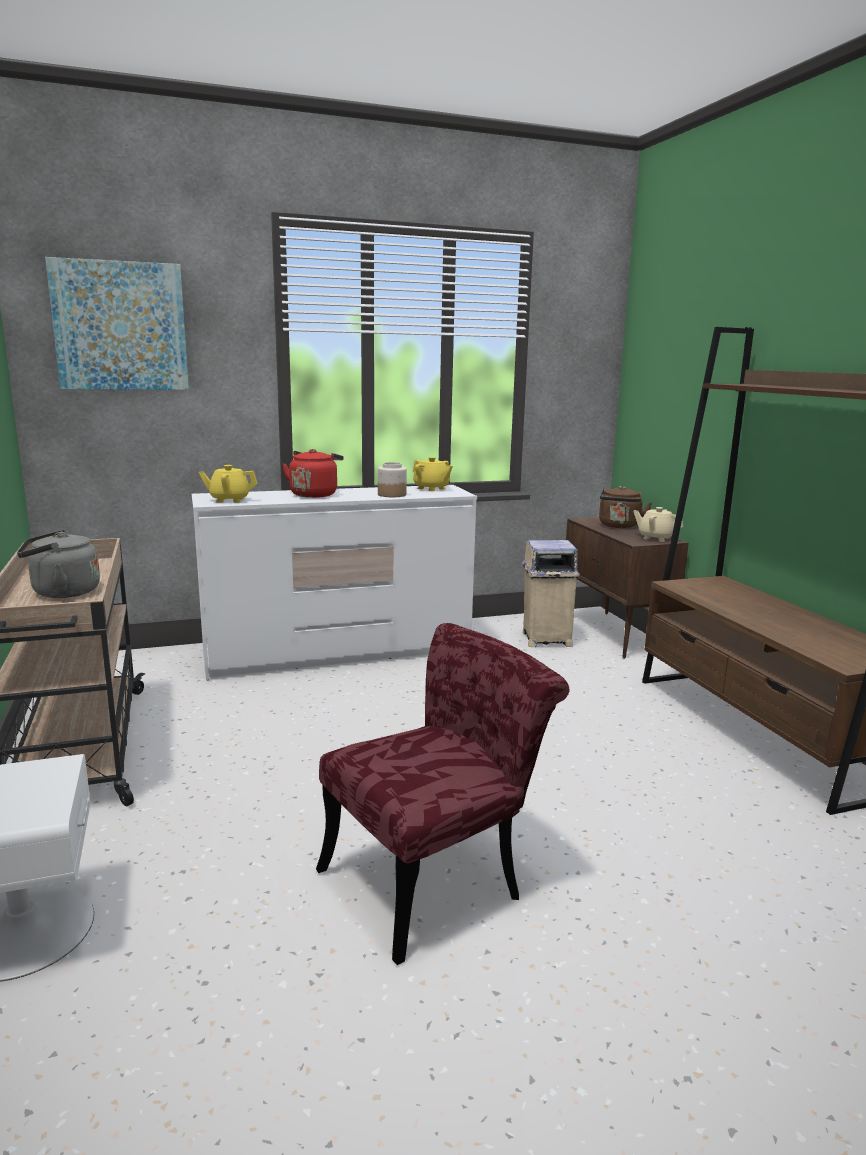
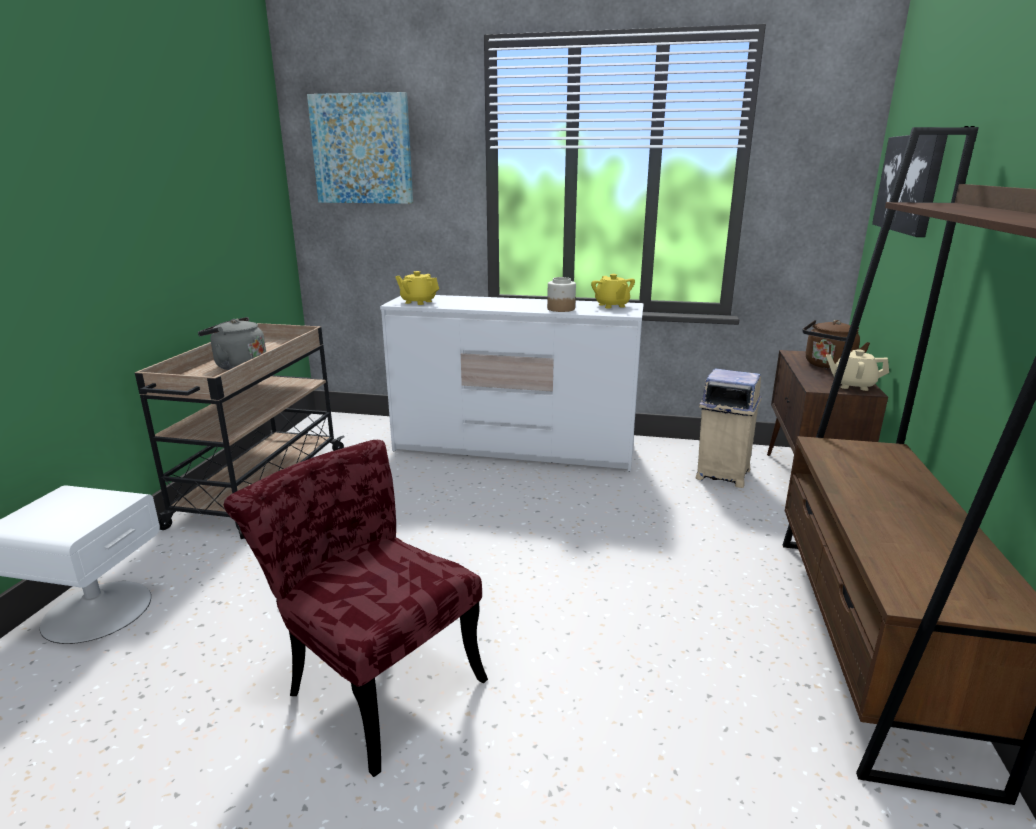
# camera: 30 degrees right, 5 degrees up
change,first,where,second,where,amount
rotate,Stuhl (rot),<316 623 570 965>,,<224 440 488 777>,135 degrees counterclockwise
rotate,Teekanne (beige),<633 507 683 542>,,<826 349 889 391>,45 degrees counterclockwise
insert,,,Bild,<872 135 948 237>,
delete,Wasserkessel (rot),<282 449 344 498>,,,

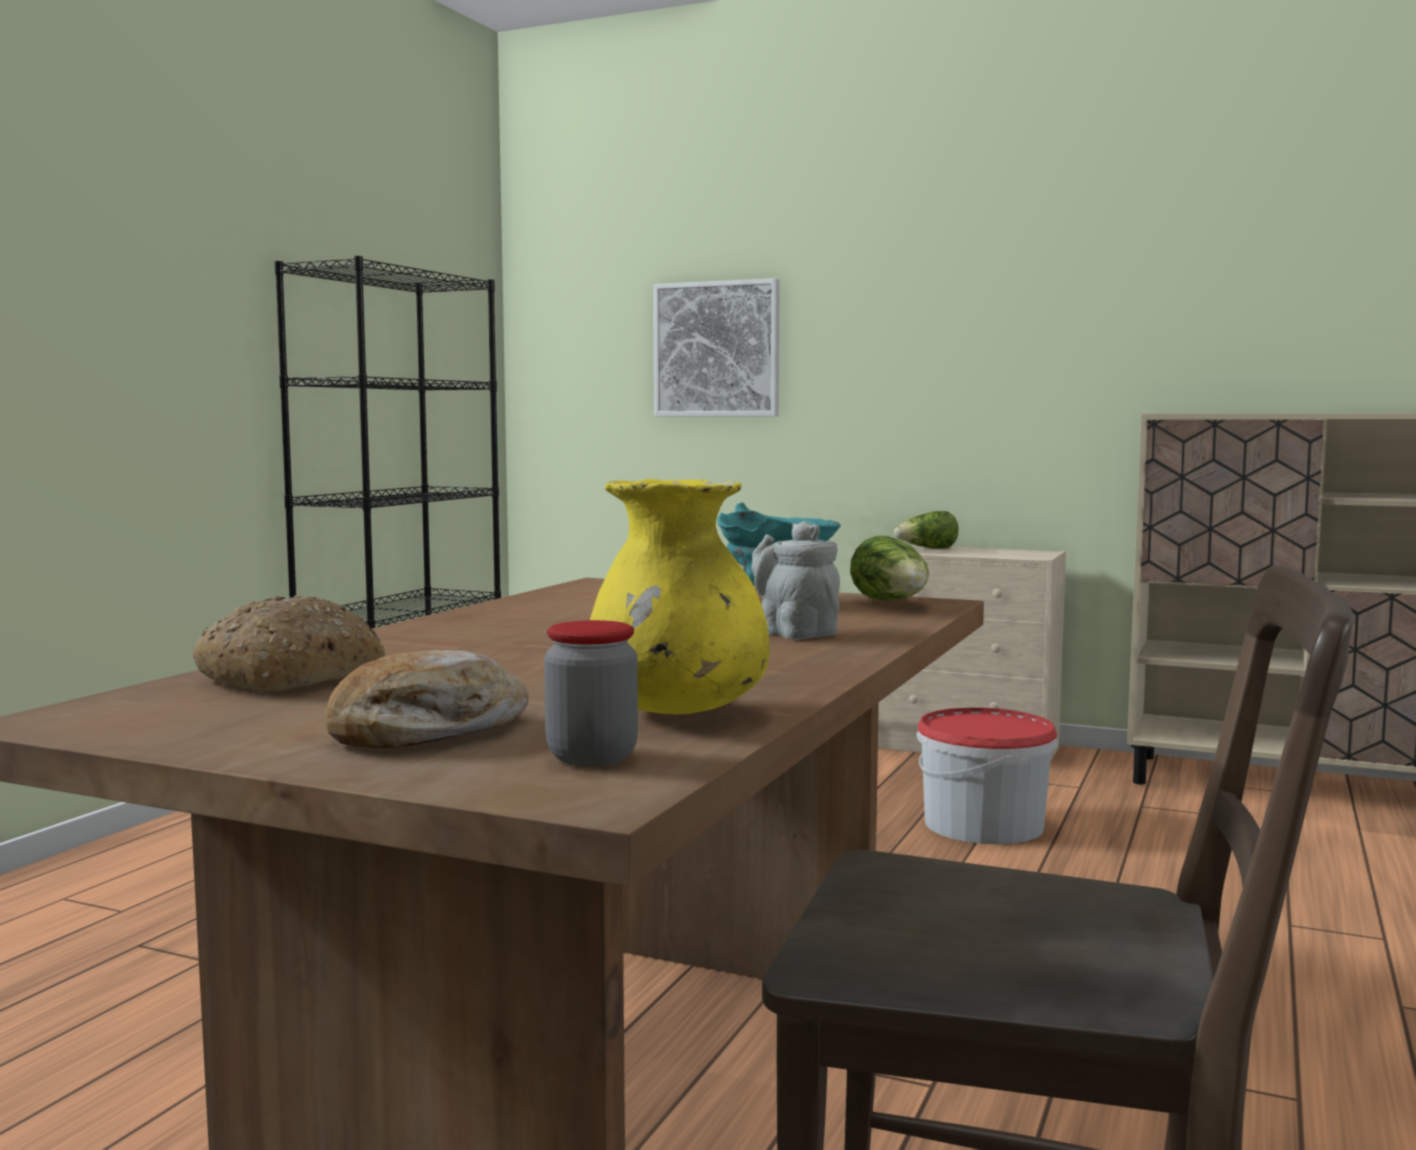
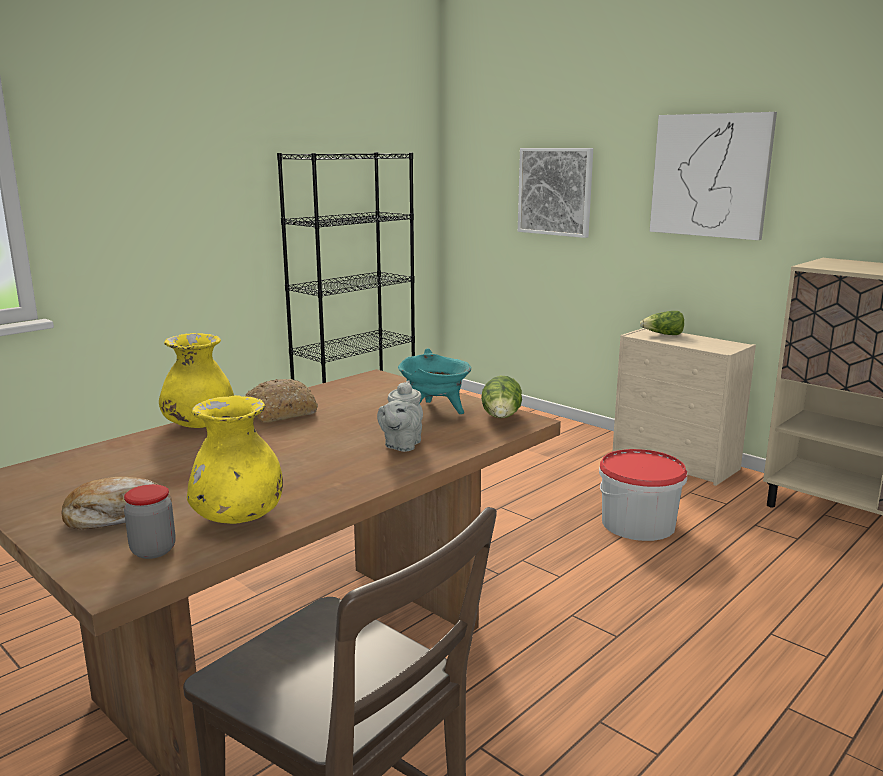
# camera: 20 degrees right, 10 degrees up
change,first,where,second,where,amount
insert,,,Vase (gelb),<159 333 234 428>,
move,Brot,<193 595 385 692>,,<245 379 318 423>,
rotate,Teekanne (grau),<751 521 840 639>,,<377 380 423 452>,150 degrees counterclockwise
insert,,,Bild,<650 112 777 240>,

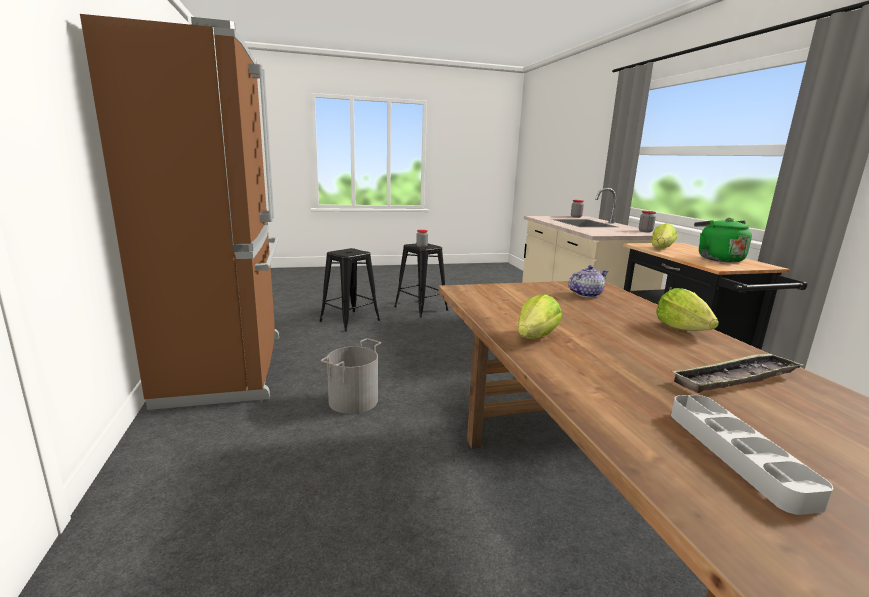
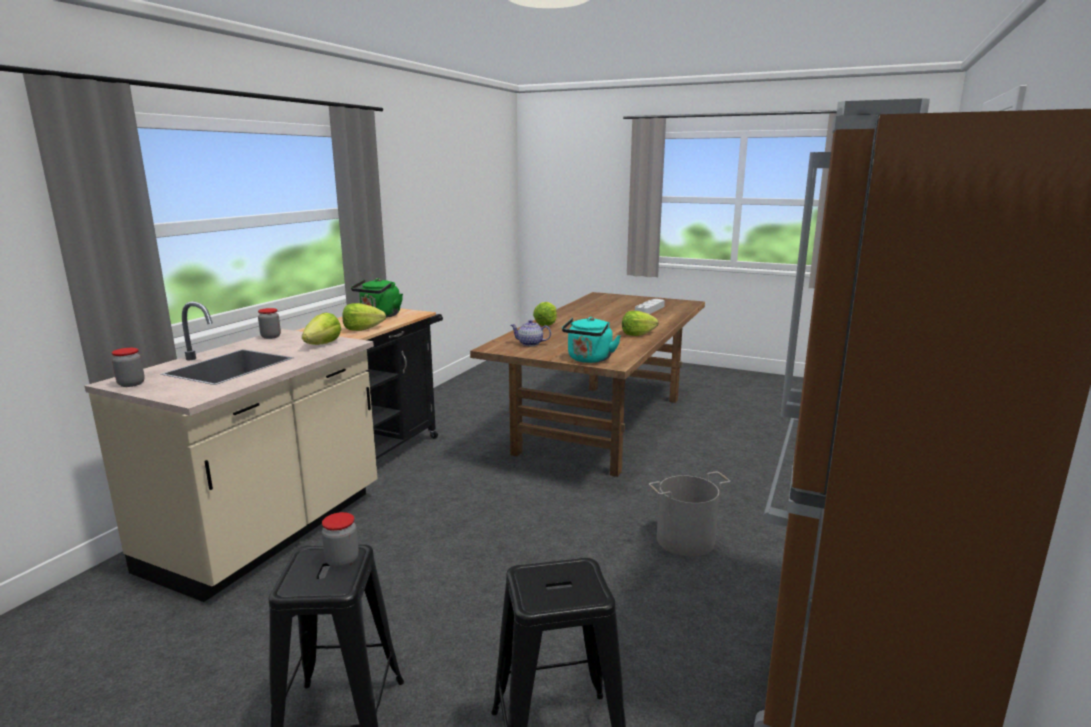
# camera: 140 degrees left, 0 degrees up
change,first,where,second,where,amount
insert,,,Salatkopf,<302 313 341 345>,
insert,,,Wasserkessel (türkis),<562 317 621 363>,
delete,Tablett,<671 353 804 393>,,,

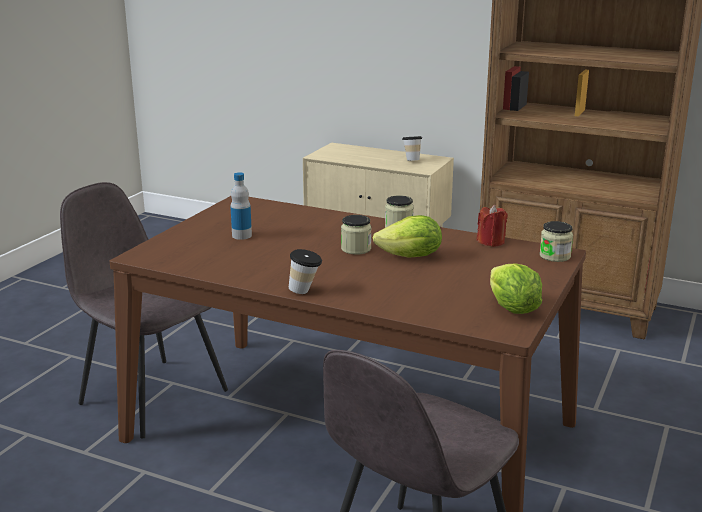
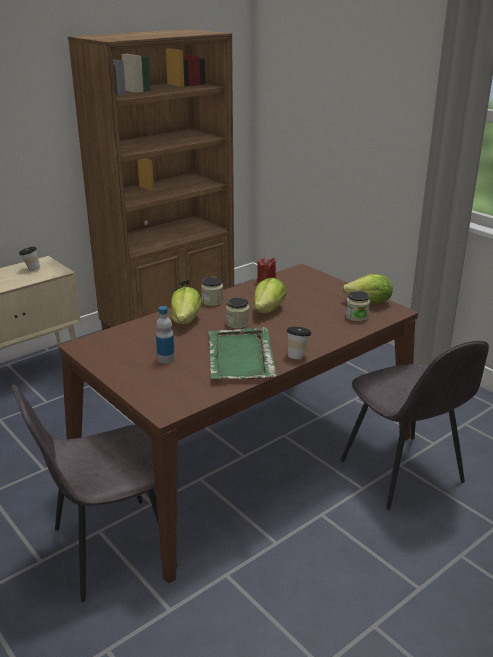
# camera: 65 degrees left, 5 degrees up
change,first,where,second,where,amount
insert,,,Salatkopf,<170 287 202 324>,
insert,,,Tablett (grün),<208 327 277 379>,
move,Vorratsglas,<540 221 573 262>,,<346 291 370 322>,

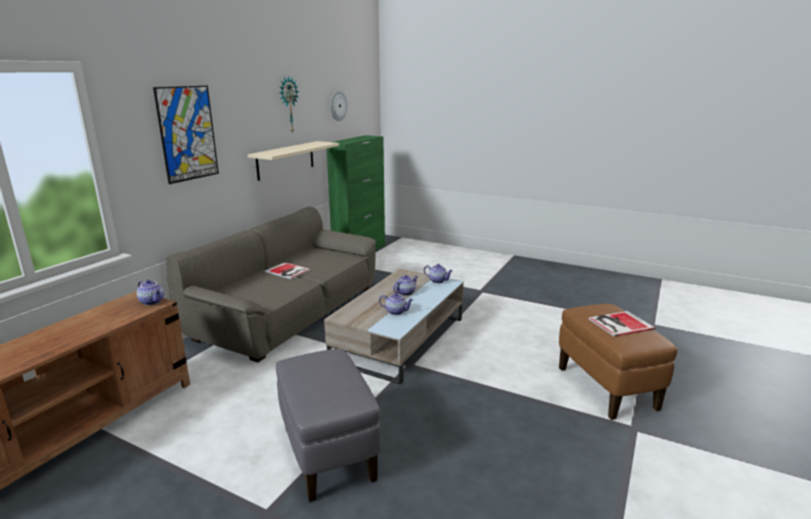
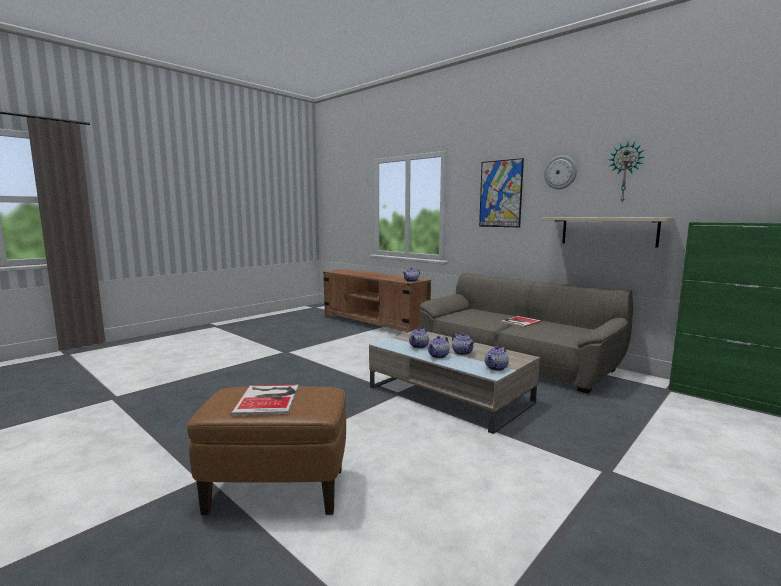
# camera: 105 degrees right, 10 degrees down
change,first,where,second,where,amount
insert,,,Teekanne,<428 336 449 359>,
move,Wanduhr,<330 91 348 121>,,<544 155 577 190>,
delete,Polsterhocker (grau),<276 349 381 502>,,,

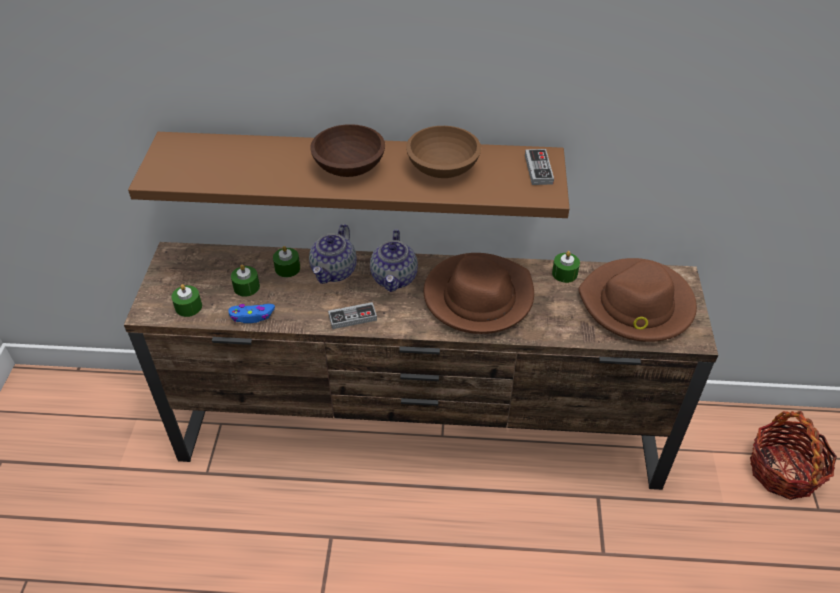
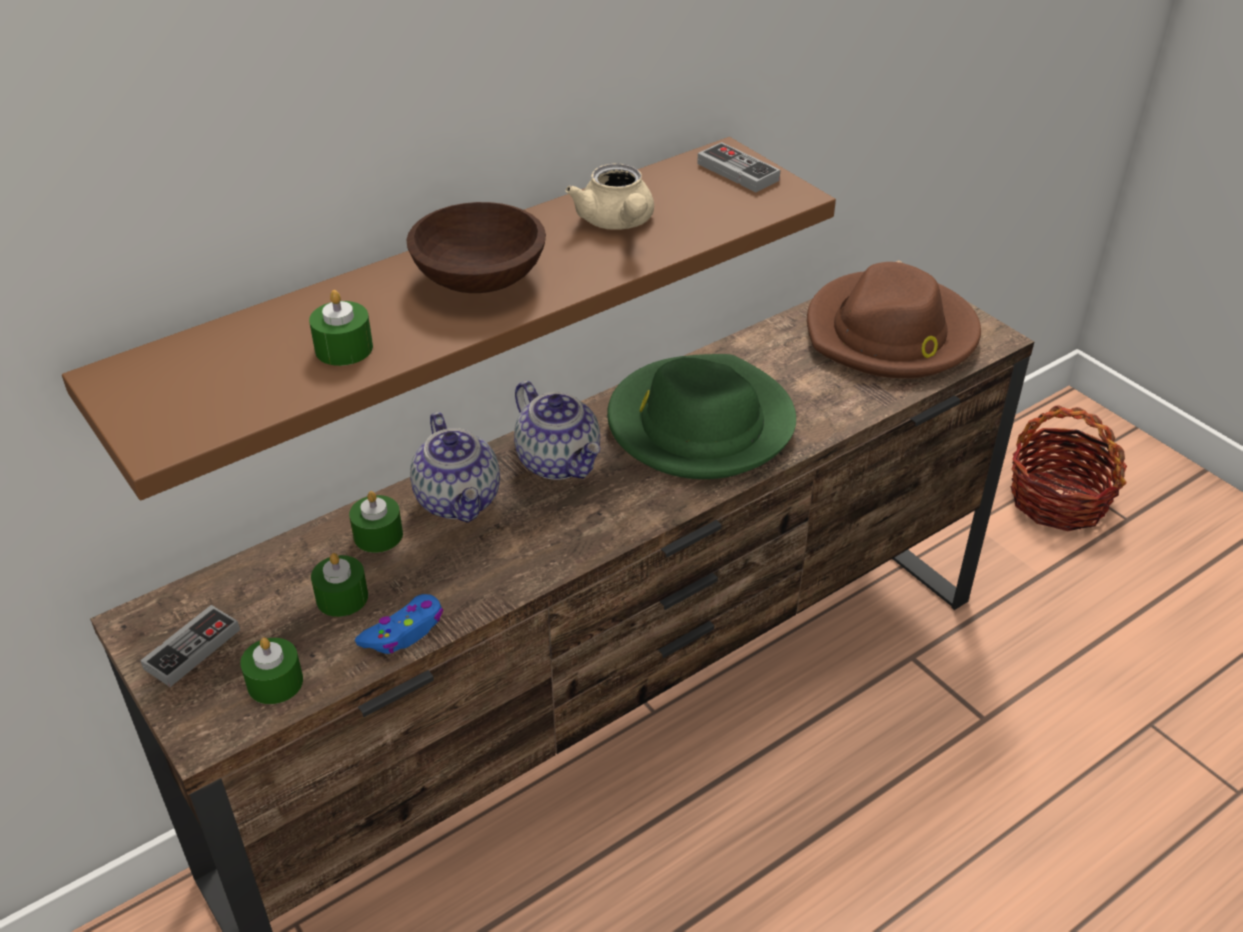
# camera: 40 degrees left, 5 degrees down
change,first,where,second,where,amount
move,Gamepad,<328 302 377 329>,,<140 605 240 687>,
move,Kerze (grün),<552 251 580 283>,,<309 290 373 366>,
replace,Schüssel (braun),<406 126 481 178>,Teekanne (beige),<565 164 654 230>,
recolor,Hut (braun),<423 253 534 334>,Hut (grün),<607 354 796 479>,

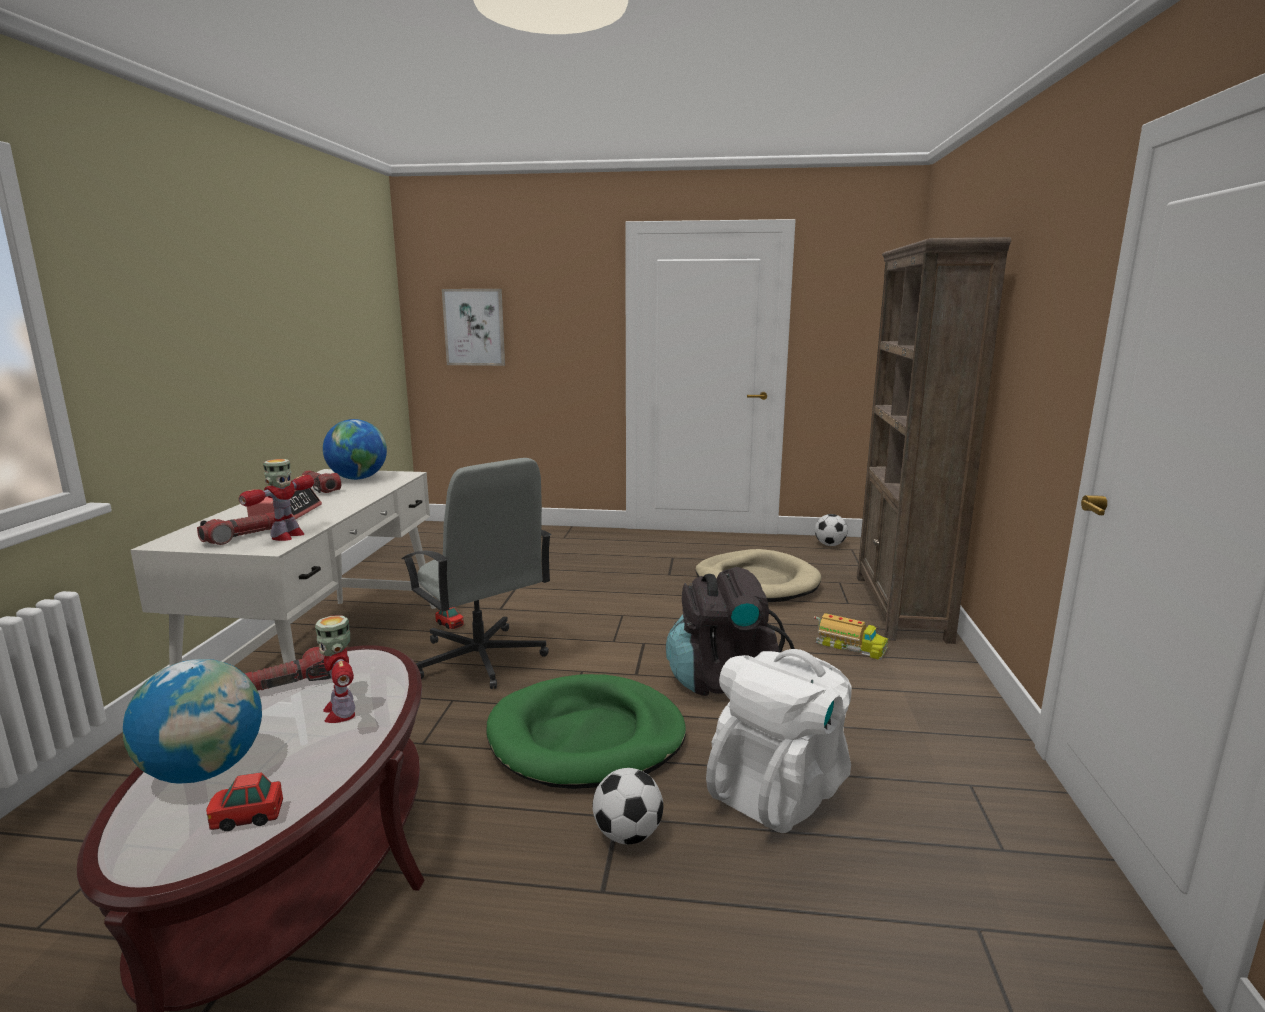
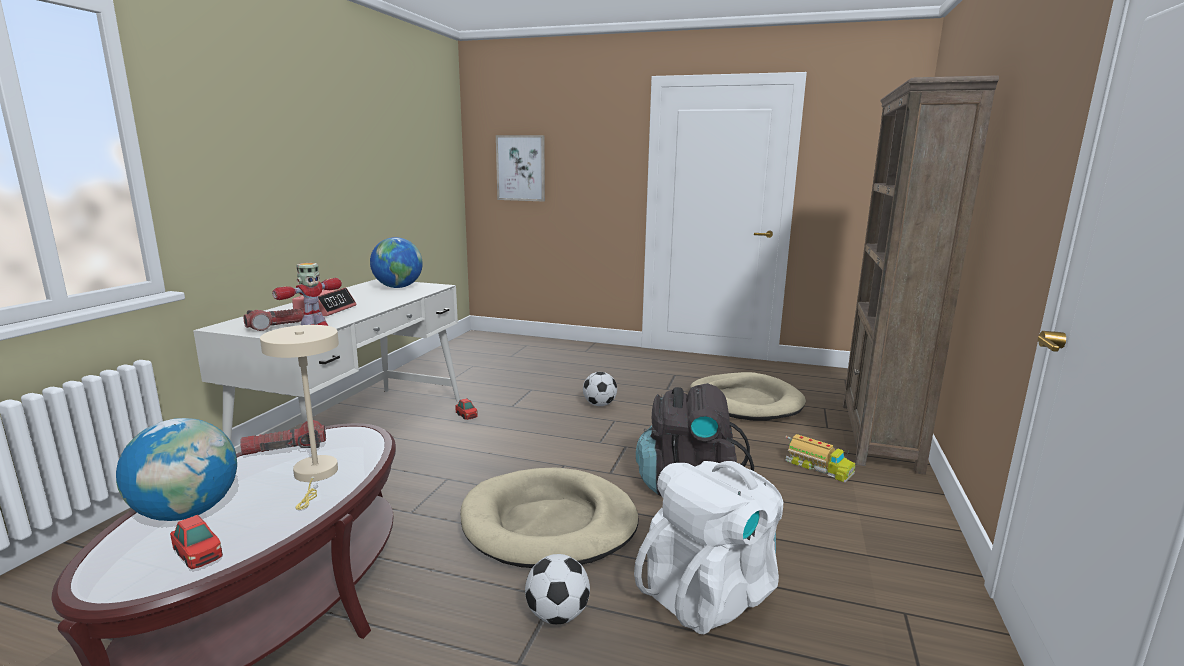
# camera: 10 degrees right, 0 degrees up
change,first,where,second,where,amount
rotate,Spielzeugauto,<206 772 283 831>,,<170 515 223 569>,135 degrees counterclockwise
replace,Spielzeugroboter,<315 615 355 723>,Tischlampe (beige),<260 325 339 510>,
recolor,Hundebett (grün),<487 674 686 789>,Hundebett (beige),<460 468 638 568>,
move,Fußball,<815 514 848 546>,,<583 372 617 406>,
delete,Taschenlampe,<302 470 341 493>,,,
delete,Bürostuhl (grau),<402 458 552 689>,,,

